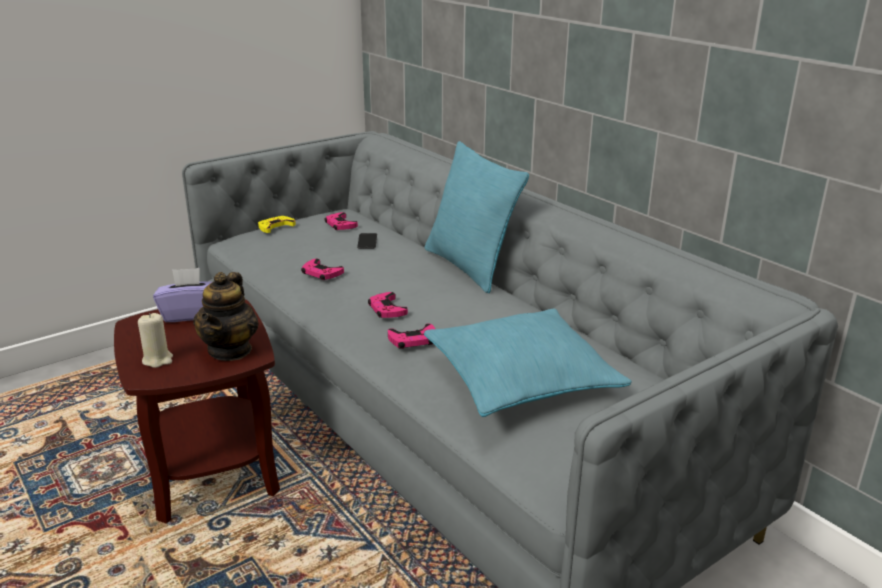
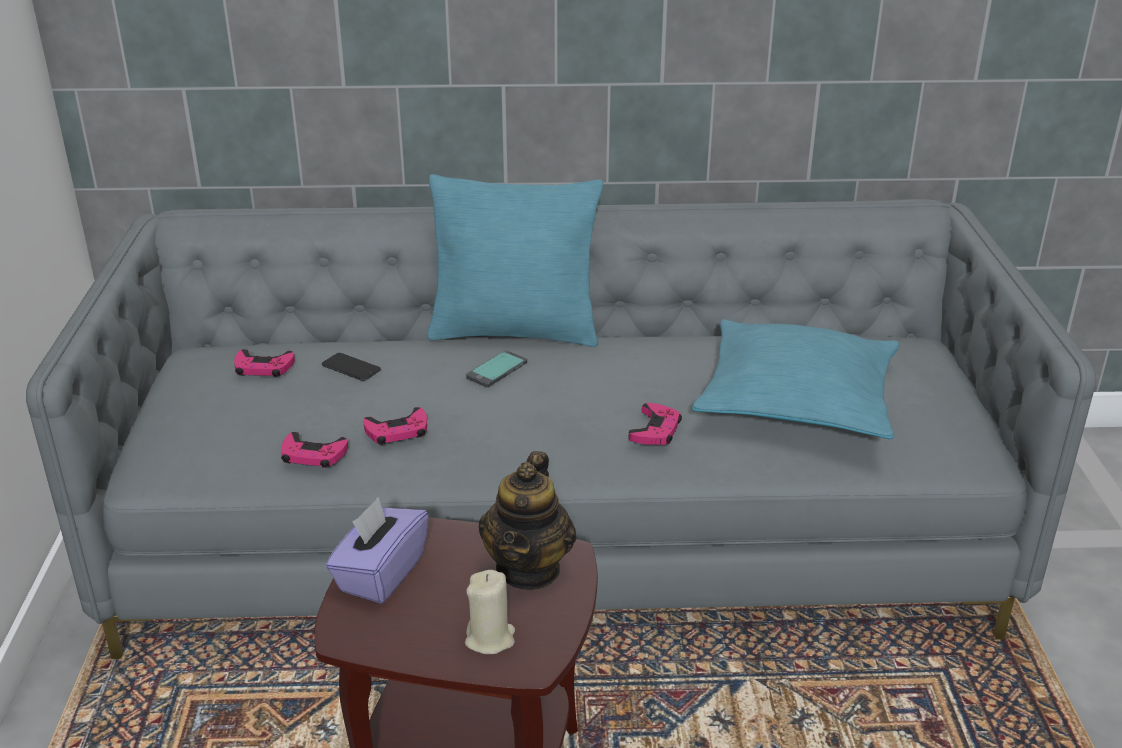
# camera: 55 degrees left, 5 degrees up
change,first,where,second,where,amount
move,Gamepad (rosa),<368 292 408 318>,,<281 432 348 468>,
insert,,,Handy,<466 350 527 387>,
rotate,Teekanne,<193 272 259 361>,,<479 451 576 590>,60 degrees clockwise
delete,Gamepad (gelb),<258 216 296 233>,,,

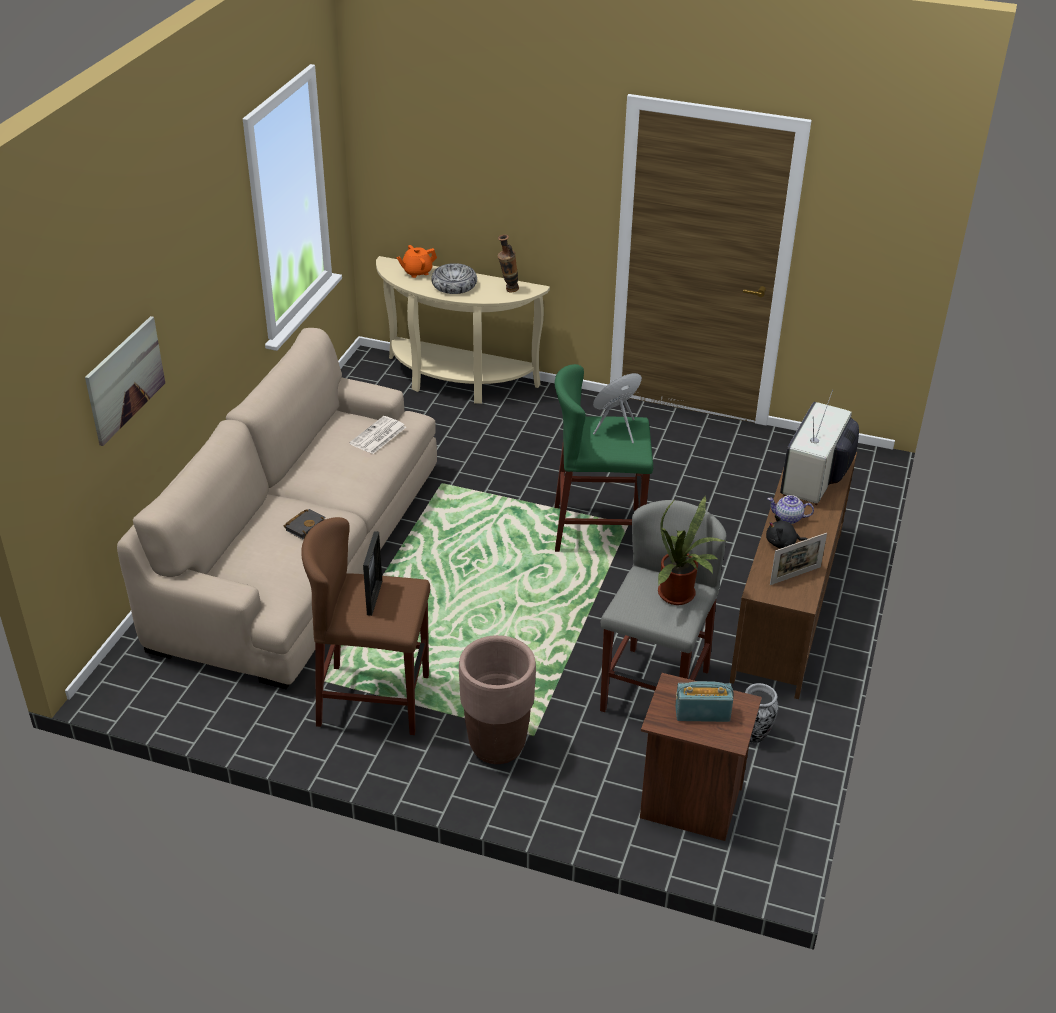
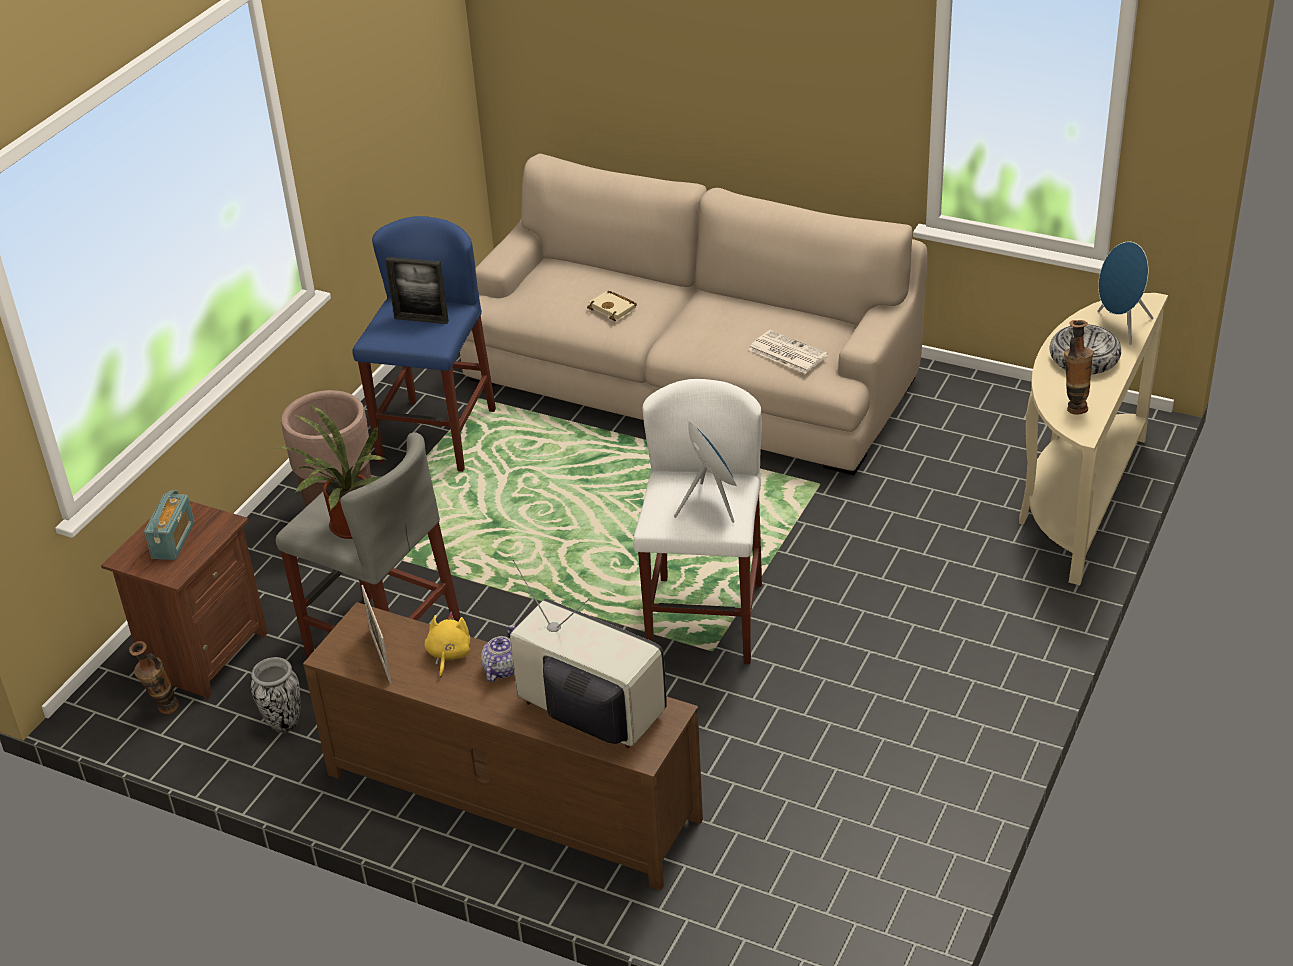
# camera: 100 degrees right, 0 degrees up
change,first,where,second,where,amount
insert,,,Vase,<129 641 179 715>,
recolor,Hocker (braun),<301 517 430 735>,Hocker (blau),<352 216 496 472>,
recolor,Plüschtier (schwarz),<766 515 808 549>,Plüschtier (gelb),<425 612 470 677>,
recolor,Buch (schwarz),<284 509 326 539>,Buch (beige),<587 291 637 321>,
recolor,Hocker (grün),<555 364 653 552>,Hocker (weiß),<633 379 762 664>,
replace,Teekanne (orange),<397 245 437 278>,Lautsprecher (blau),<1097 241 1154 345>,
delete,Bild,<85 316 165 446>,,,

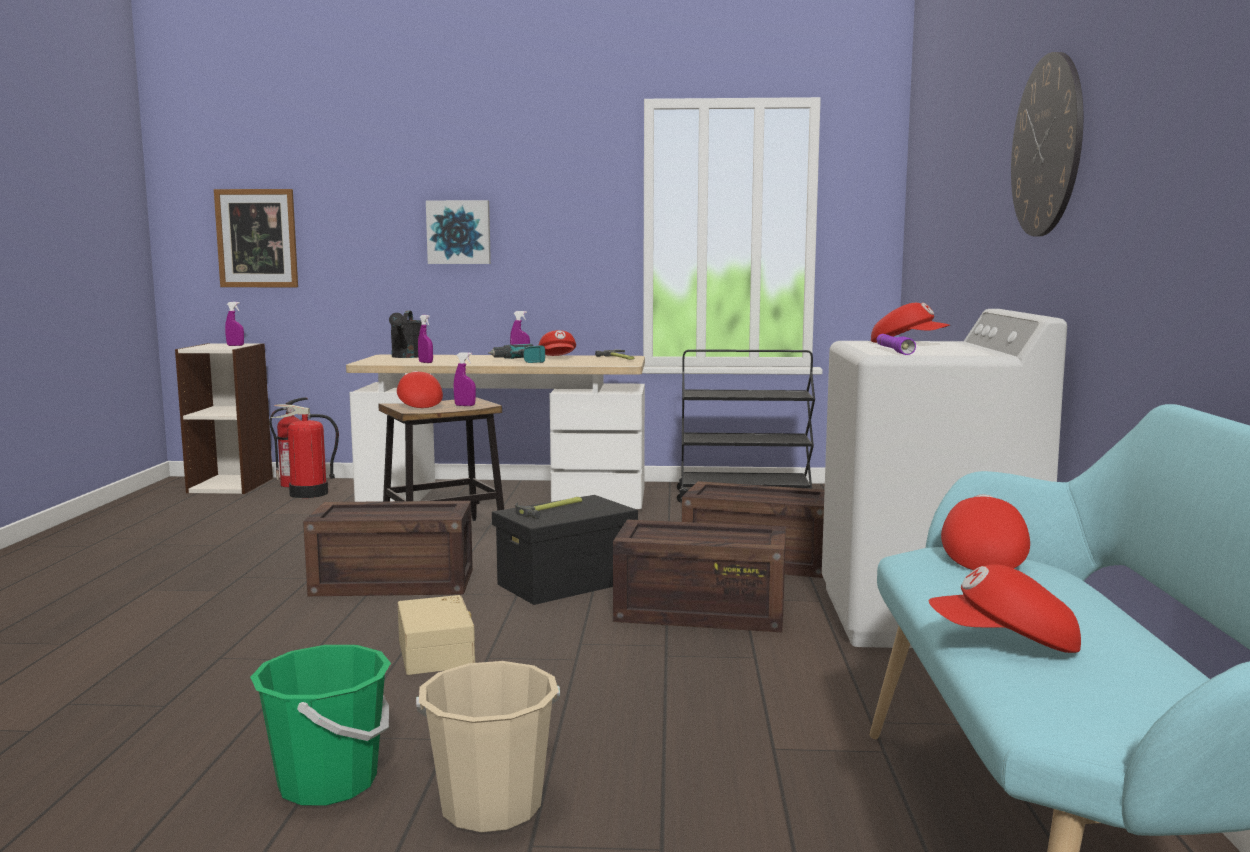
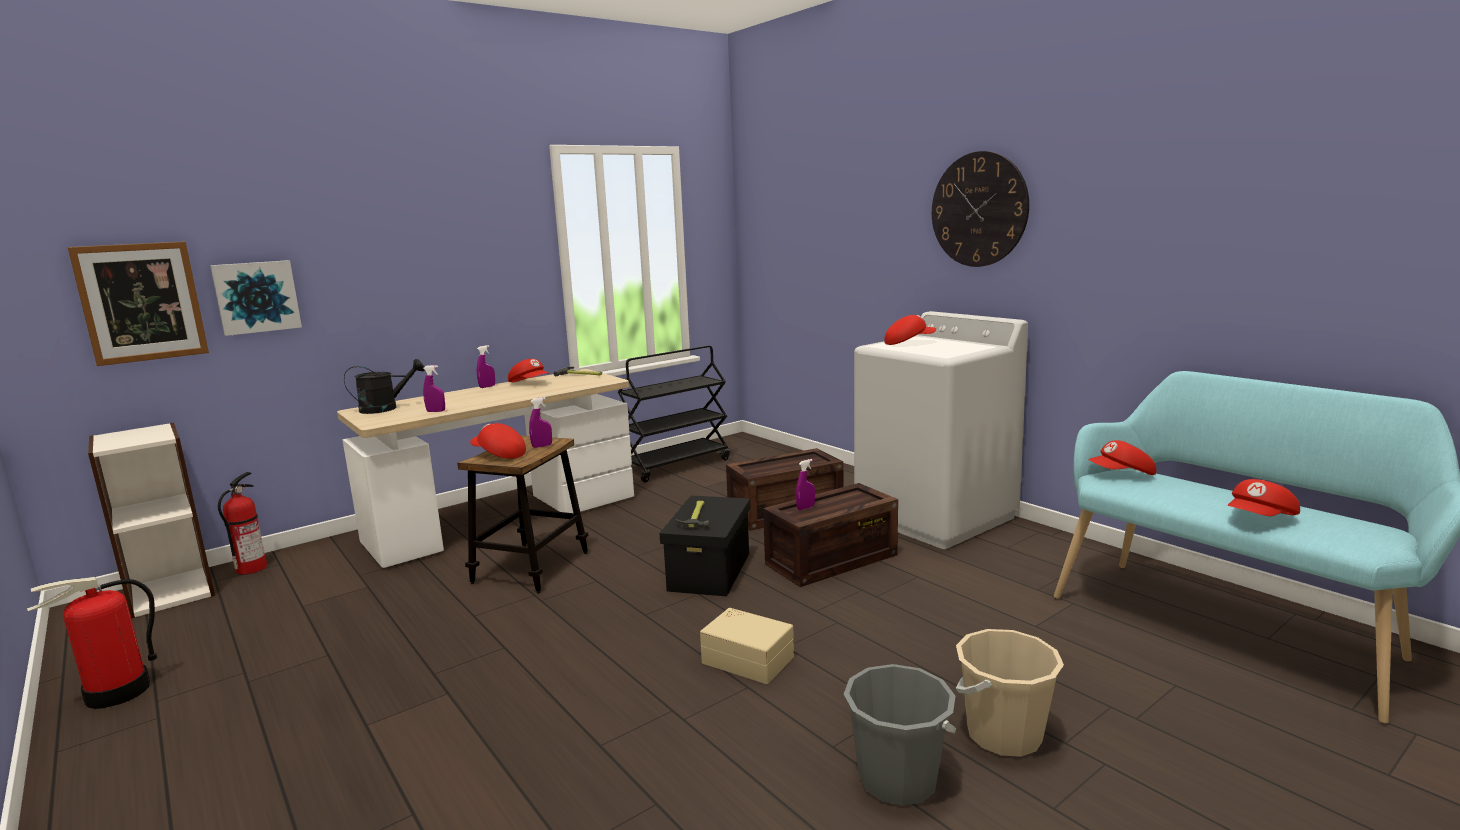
# camera: 40 degrees left, 5 degrees up
change,first,where,second,where,amount
move,Feuerlöscher,<271 404 339 498>,,<27 577 157 709>,
move,Bild,<426 200 491 264>,,<210 260 302 336>,
rotate,Gießkanne (schwarz),<389 311 422 358>,,<344 359 425 414>,75 degrees counterclockwise
move,Sprühflasche (lila),<225 302 244 346>,,<796 459 815 510>,
recolor,Eimer (grün),<250 645 391 806>,Eimer (grau),<844 664 957 806>,
rotate,Kappe (rot),<941 495 1030 570>,,<1088 440 1156 475>,75 degrees counterclockwise
delete,Kiste,<303 501 473 596>,,,
delete,Bohrmaschine,<488 344 545 363>,,,
delete,Taschenlampe (lila),<876 334 916 355>,,,

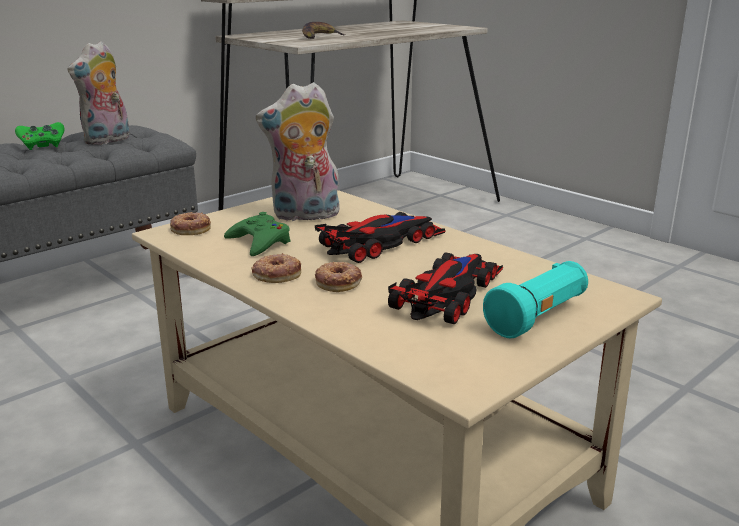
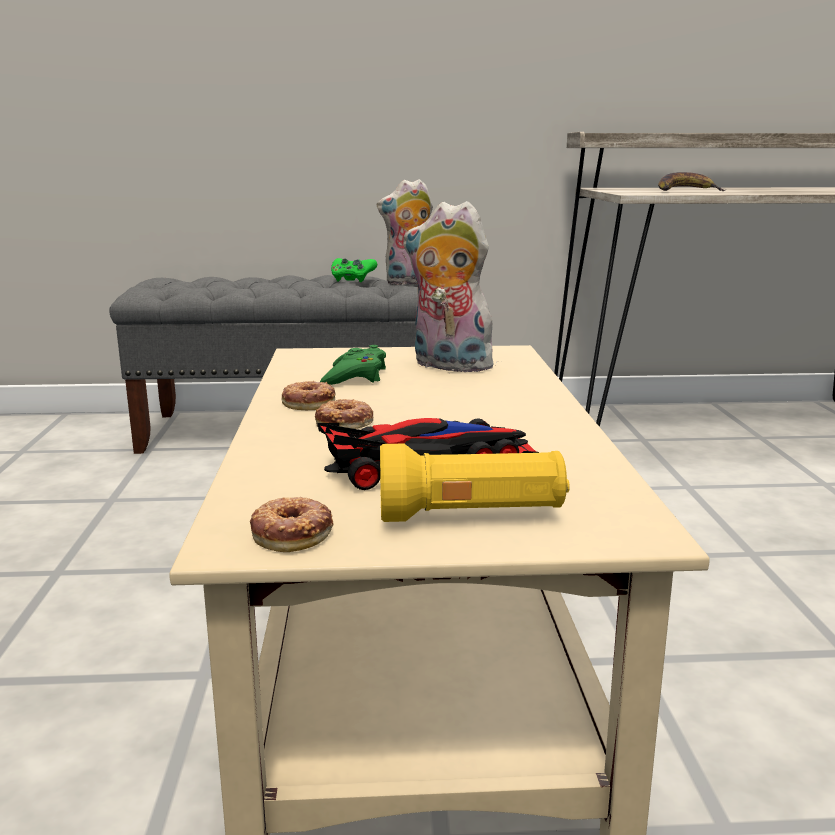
# camera: 40 degrees right, 5 degrees down
change,first,where,second,where,amount
move,Donut,<170 212 211 235>,,<250 497 333 552>,
recolor,Taschenlampe (türkis),<483 261 588 338>,Taschenlampe (gelb),<380 444 570 522>,
delete,Spielzeugauto,<315 212 446 263>,,,

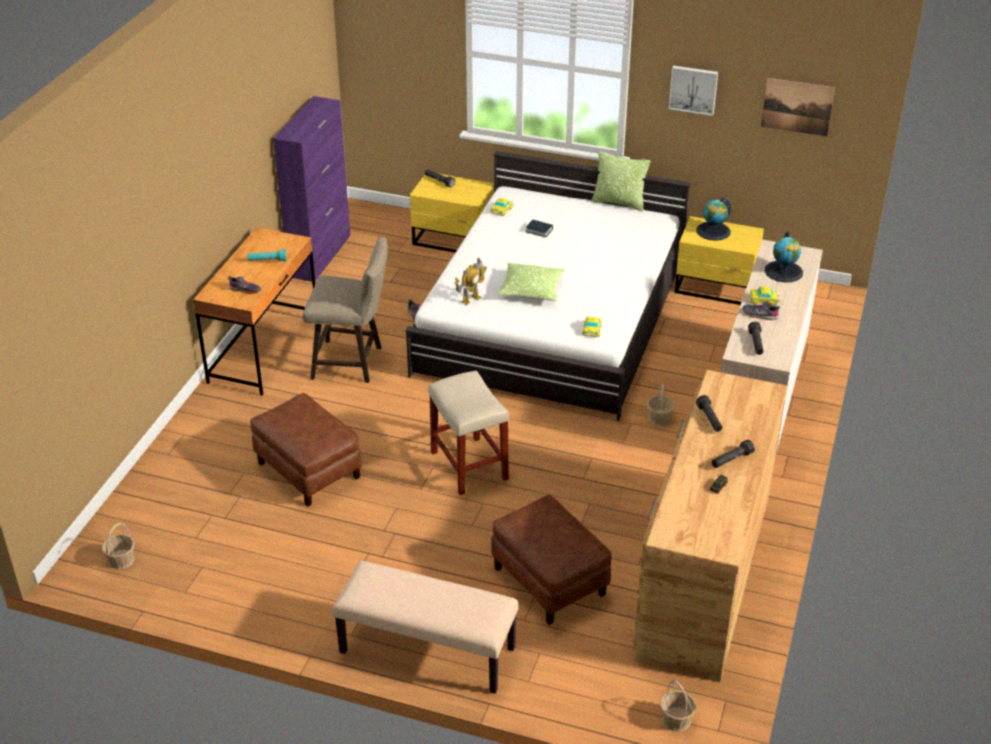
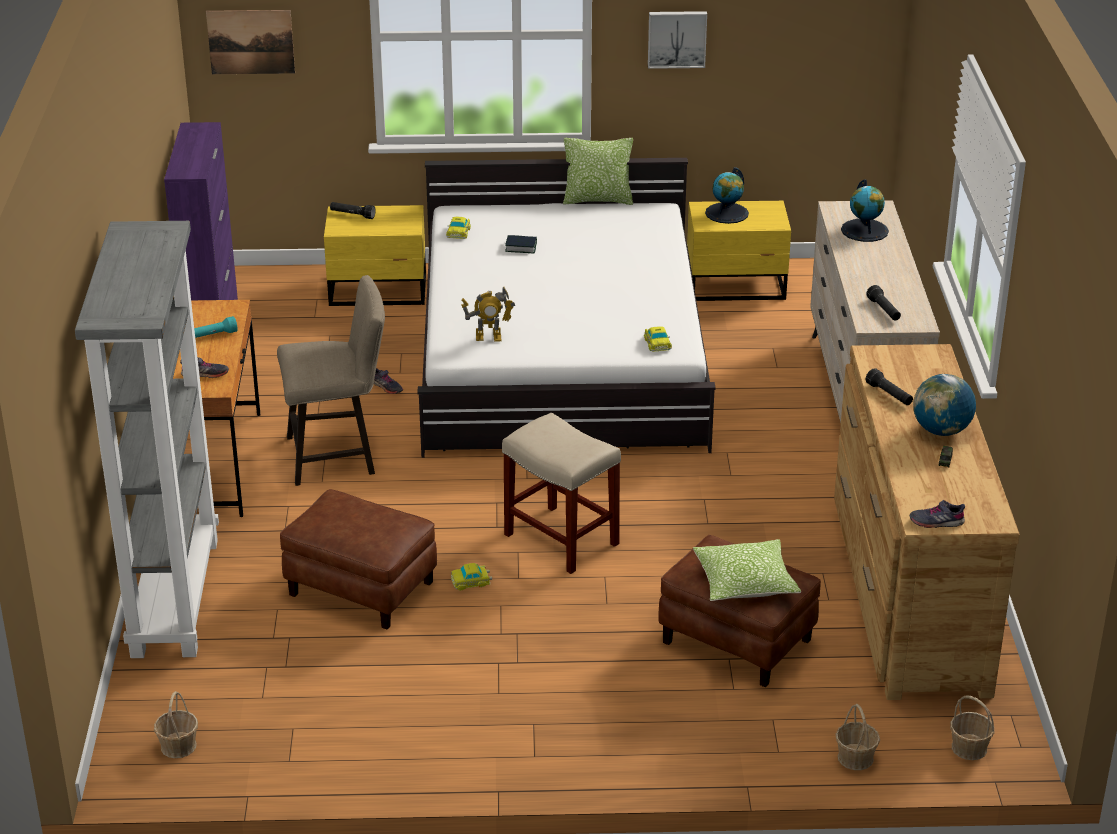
# camera: 20 degrees left, 5 degrees down
change,first,where,second,where,amount
insert,,,Bücherregal (grau),<75 221 219 658>,
move,Bild,<761 78 835 137>,,<206 10 295 74>,
move,Spielzeugauto,<750 286 780 305>,,<451 563 492 591>,
rotate,Spielzeugroboter,<454 258 487 305>,,<461 287 515 342>,60 degrees clockwise
move,Kissen,<497 263 565 302>,,<693 539 801 601>,
move,Korb,<647 384 675 426>,,<835 704 880 770>,
move,Schuh (grau),<742 301 780 320>,,<910 500 965 528>,
replace,Taschenlampe (schwarz),<712 440 755 468>,Globus,<913 374 976 436>,
delete,Bank (beige),<332 561 518 694>,,,

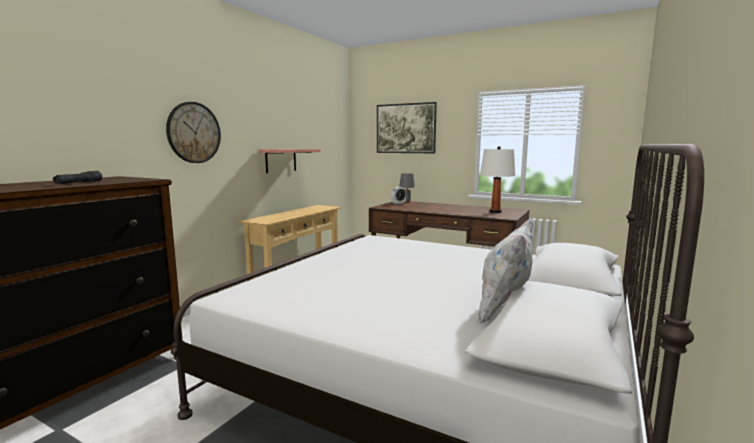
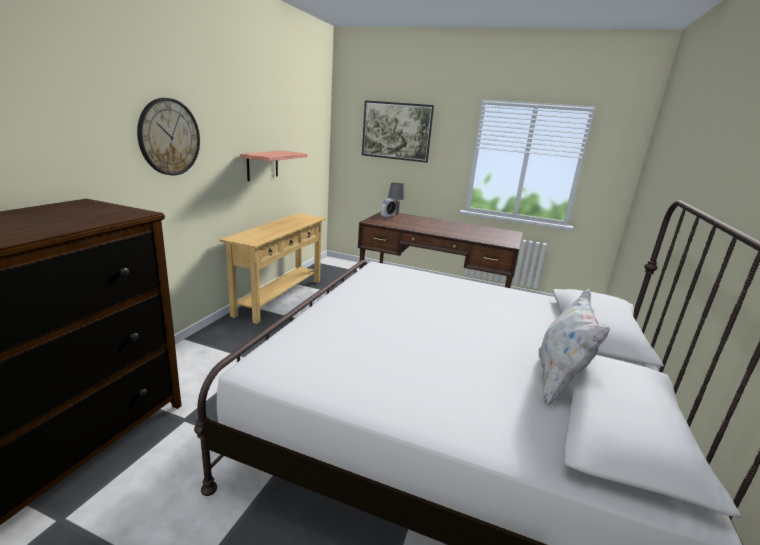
# camera: 10 degrees left, 10 degrees up
change,first,where,second,where,amount
delete,Taschenlampe (schwarz),<53 171 102 184>,,,
delete,Tischlampe (weiß),<480 146 516 213>,,,

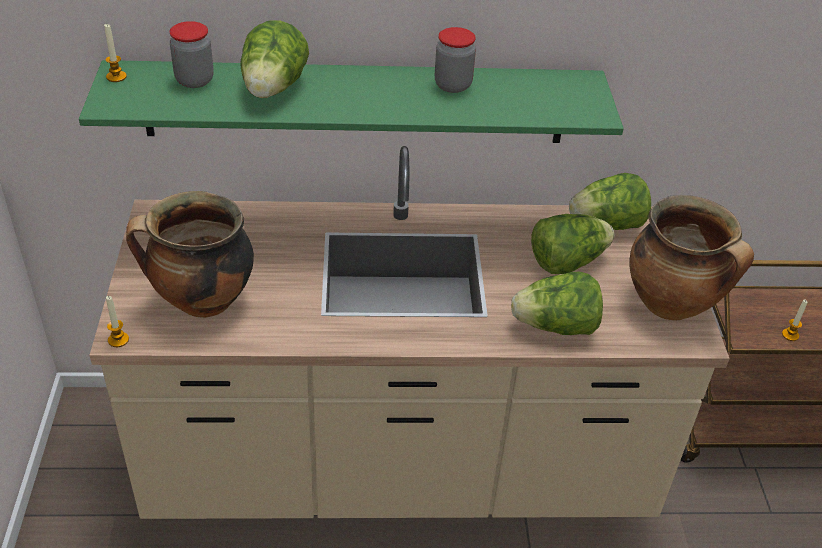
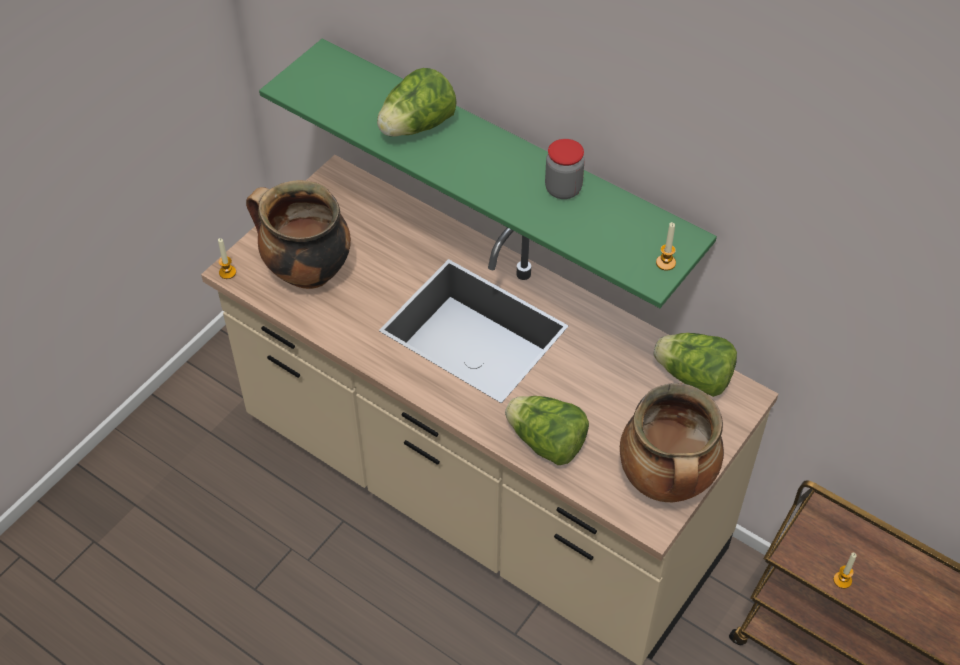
# camera: 40 degrees right, 10 degrees up
change,first,where,second,where,amount
move,Kerze,<104 24 127 82>,,<656 222 676 271>,
delete,Vorratsglas,<170 21 214 88>,,,
delete,Salatkopf,<531 214 615 274>,,,

